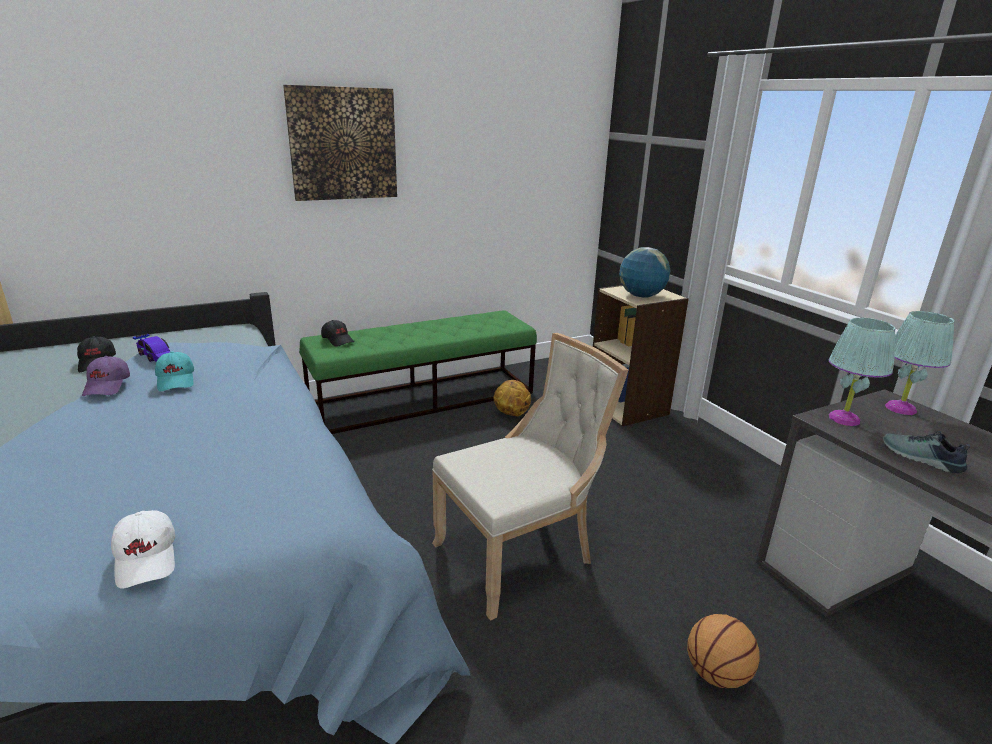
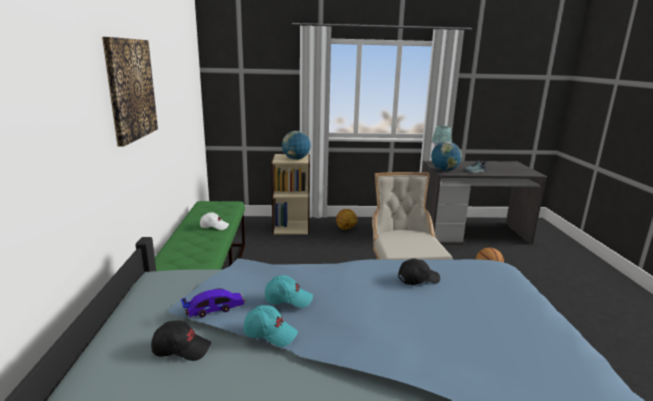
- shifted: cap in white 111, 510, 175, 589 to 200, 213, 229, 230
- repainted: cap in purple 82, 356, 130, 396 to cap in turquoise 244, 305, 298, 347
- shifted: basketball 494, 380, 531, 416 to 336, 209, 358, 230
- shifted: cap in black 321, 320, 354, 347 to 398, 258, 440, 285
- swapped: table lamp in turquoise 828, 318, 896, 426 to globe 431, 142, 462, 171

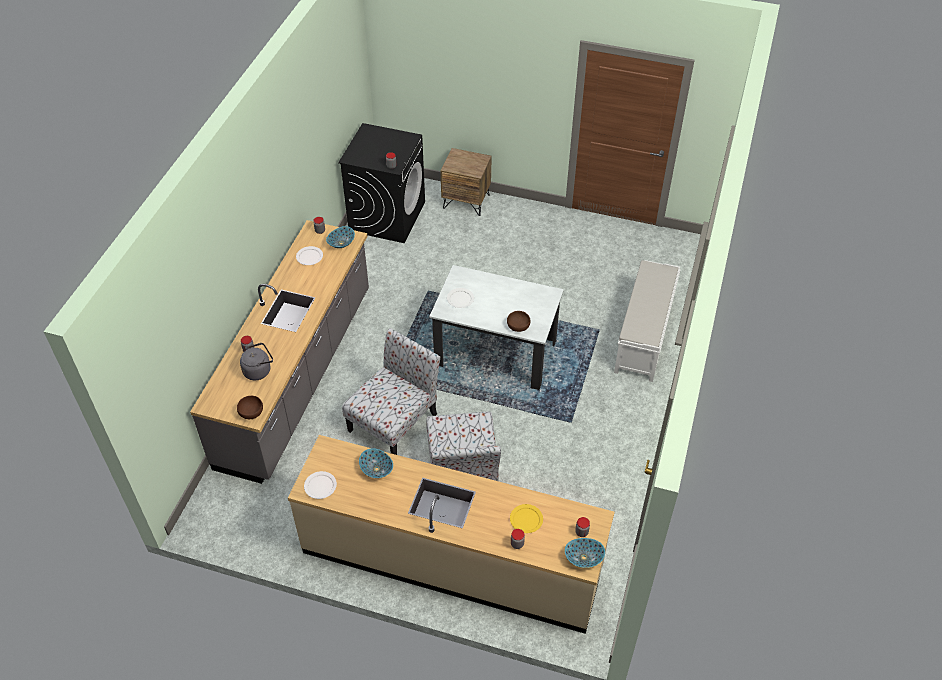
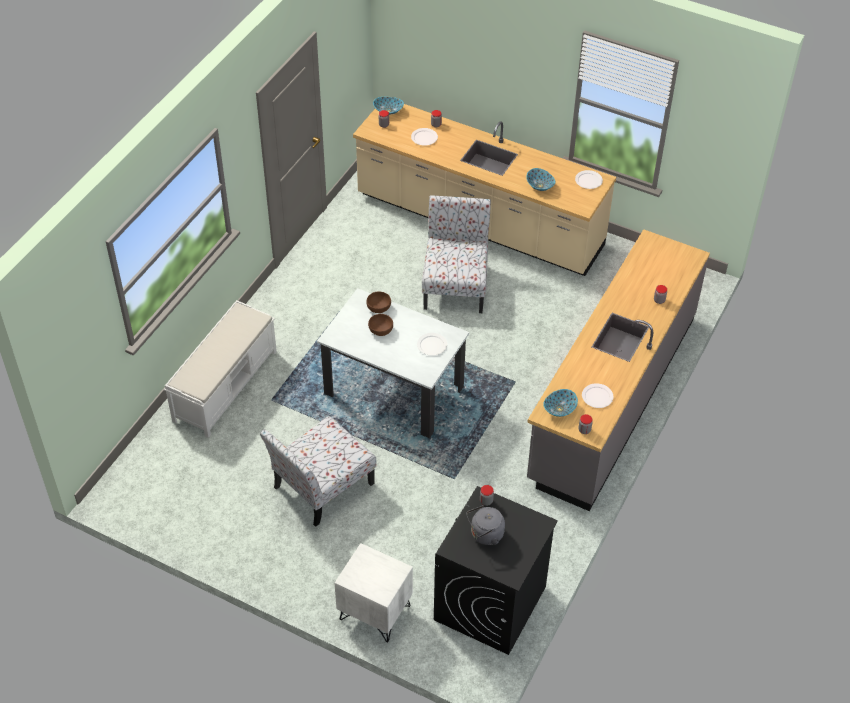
- shifted: chair 342, 328, 440, 455 to 260, 416, 376, 527
- repainted: nightstand in brown 440, 148, 492, 216 to nightstand in white 334, 543, 413, 642
- shifted: bowl in brown 237, 396, 263, 419 to 368, 314, 393, 336
- repainted: plate in yellow 510, 504, 543, 533 to plate in white 411, 128, 438, 146
- shifted: kettle in grey 240, 343, 273, 380 to 466, 505, 505, 545

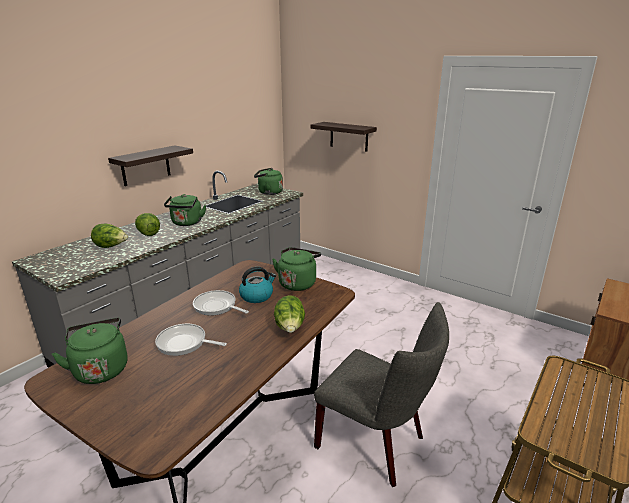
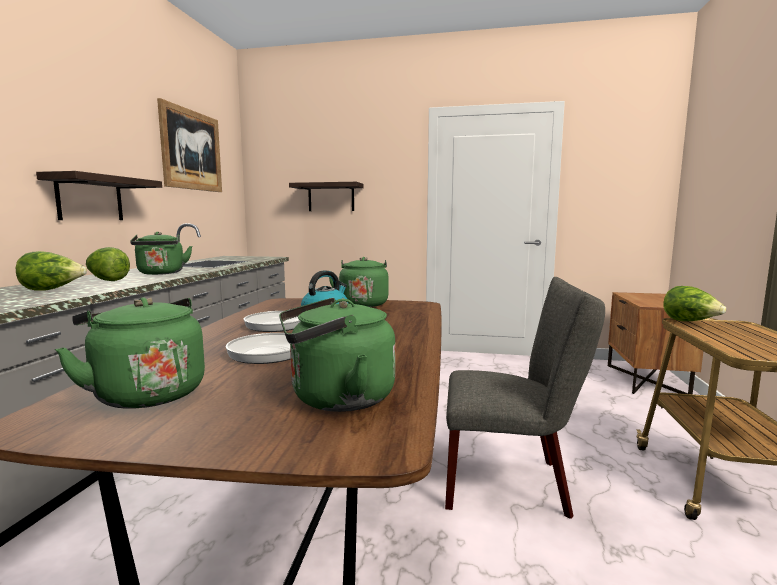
- new: picture 157, 98, 222, 192
- shifted: kettle in green 254, 168, 283, 195 to 279, 298, 395, 412
- shifted: lettuce 274, 295, 305, 333 to 663, 286, 726, 321

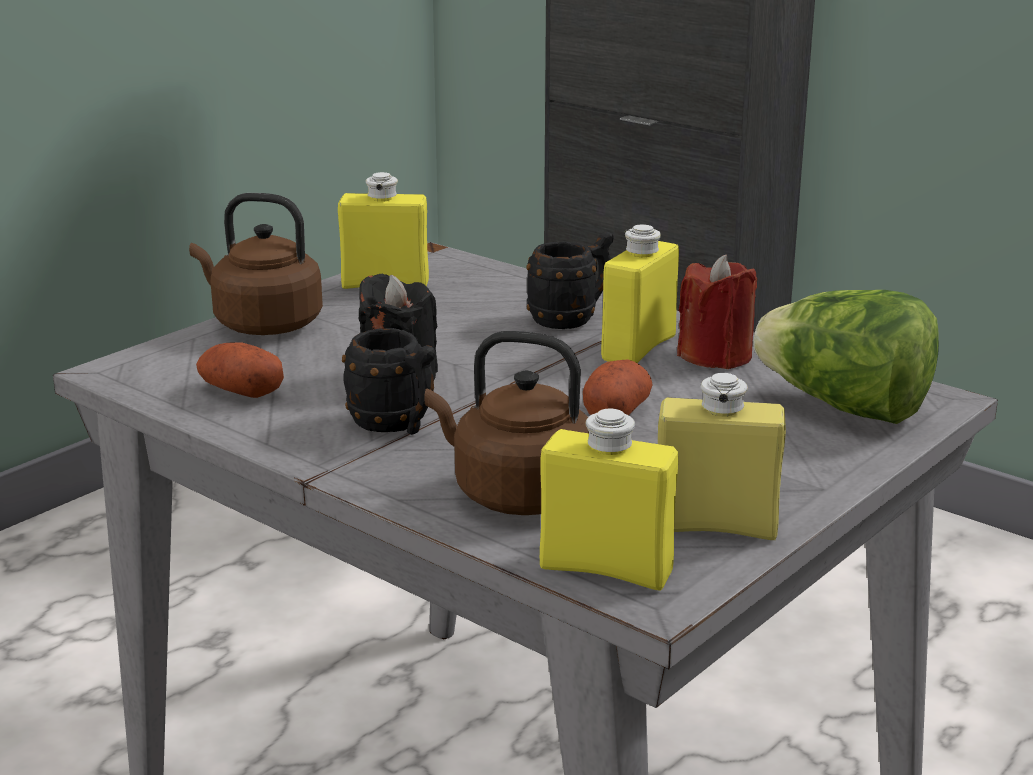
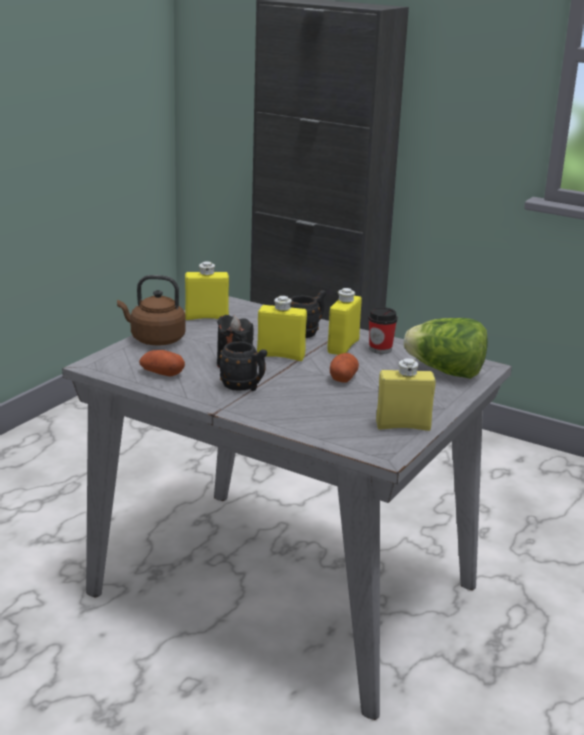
- shifted: bottle in yellow 540, 409, 678, 590 to 257, 296, 307, 361
- swapped: candle in red 677, 255, 757, 369 to cup 368, 307, 398, 354
- gone: kettle in brown 424, 331, 589, 515

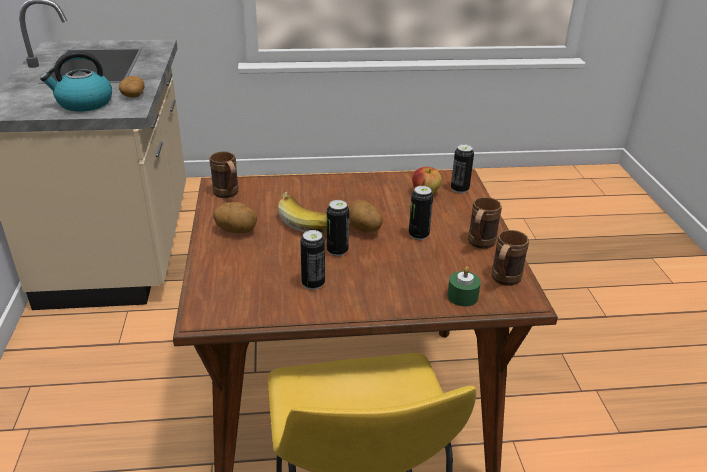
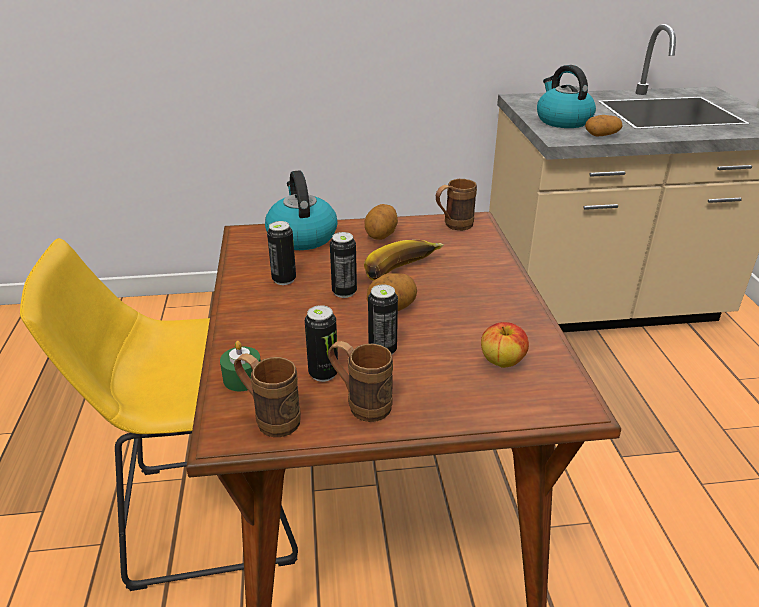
- new: kettle 265, 170, 338, 250
- shifted: can 451, 144, 474, 193 to 305, 305, 338, 382

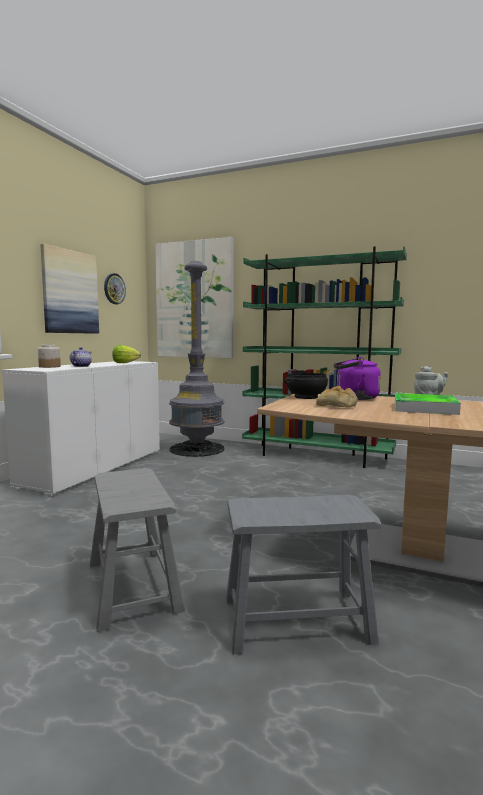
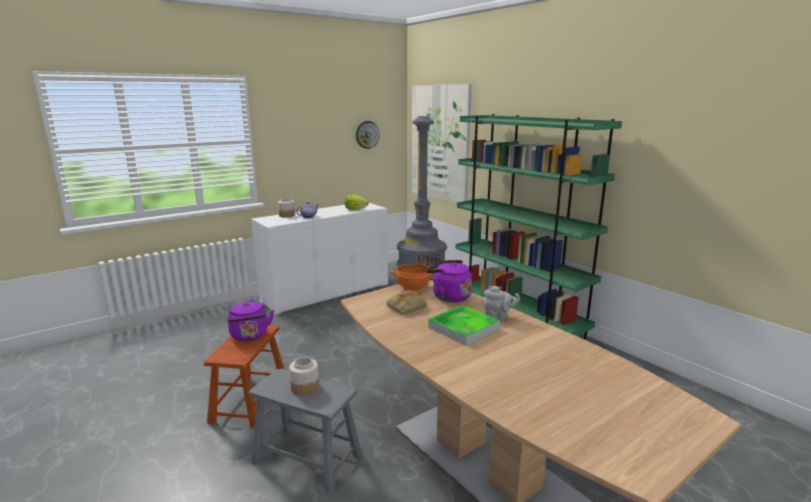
- repainted: stool in grey 90, 468, 185, 632 to stool in brown 204, 325, 284, 428
- new: kettle in purple 228, 301, 274, 341
- new: jar 289, 357, 319, 396
- repainted: bowl in black 285, 373, 328, 399 to bowl in orange 391, 263, 434, 291
- gone: picture 40, 244, 99, 334

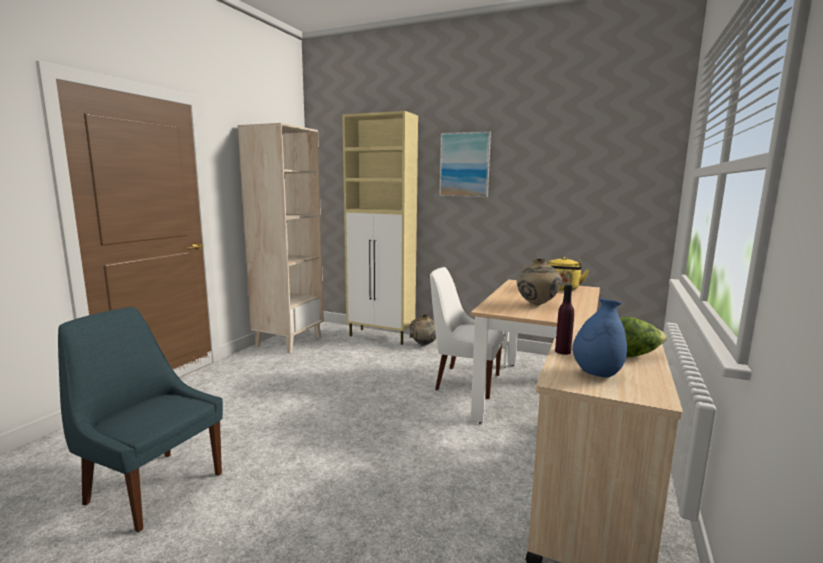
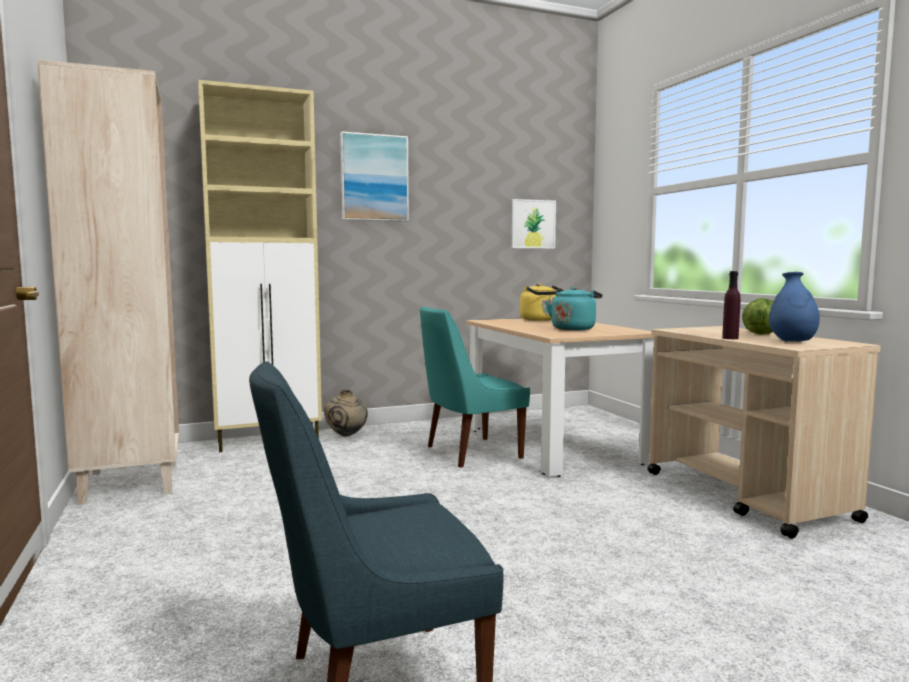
- repainted: chair in white 430, 267, 505, 399 to chair in turquoise 420, 306, 530, 468
- new: picture 512, 199, 556, 249
- swapped: vase in beige 517, 259, 562, 305 to kettle in turquoise 545, 287, 602, 331

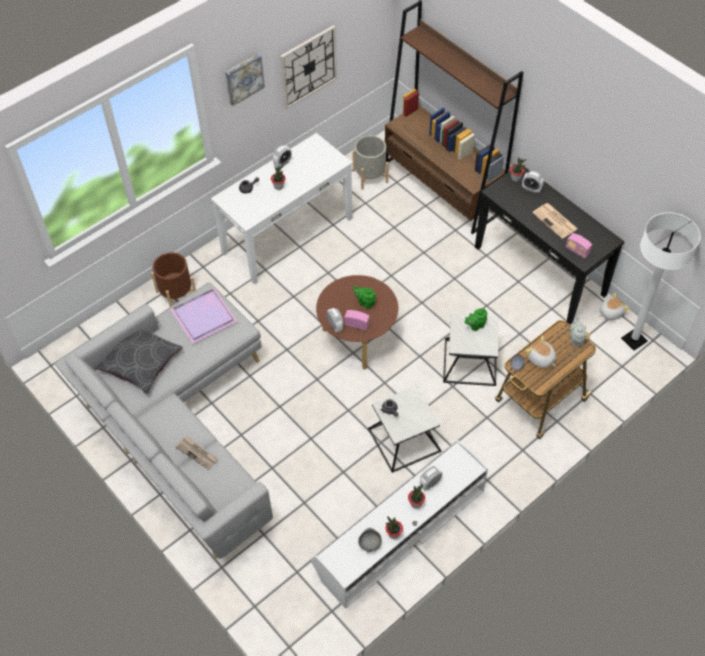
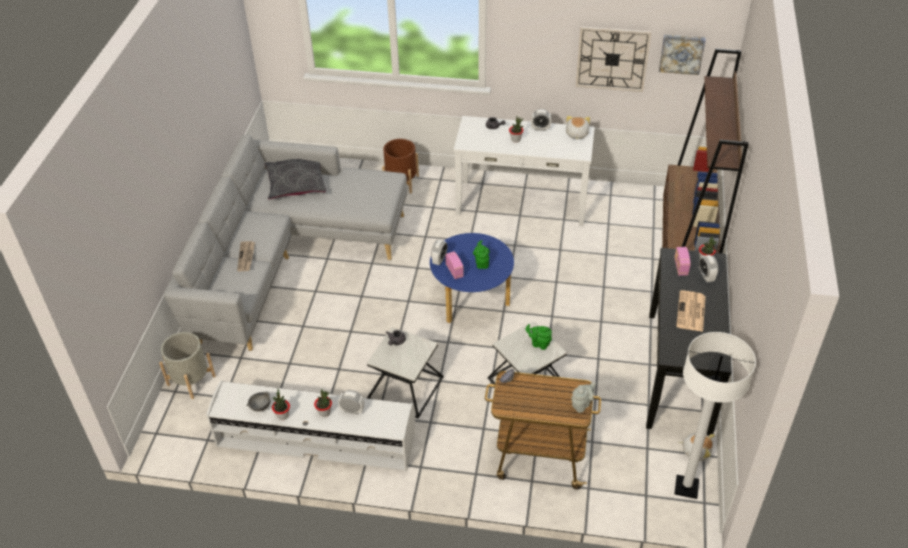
- shifted: planter in grey 352, 135, 389, 190 to 159, 332, 216, 399
- repainted: coffee table in brown 316, 275, 398, 369 to coffee table in blue 430, 233, 514, 323
- shifted: plush toy 525, 336, 556, 368 to 566, 116, 590, 139
- shifted: picture 225, 53, 265, 106 to 659, 34, 706, 75
- shifted: radio 566, 233, 592, 258 to 674, 247, 691, 275
- gone: tray in purple 170, 288, 238, 344

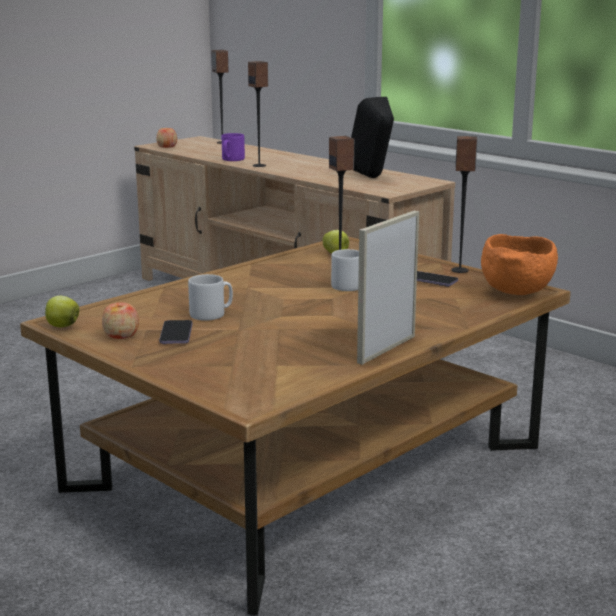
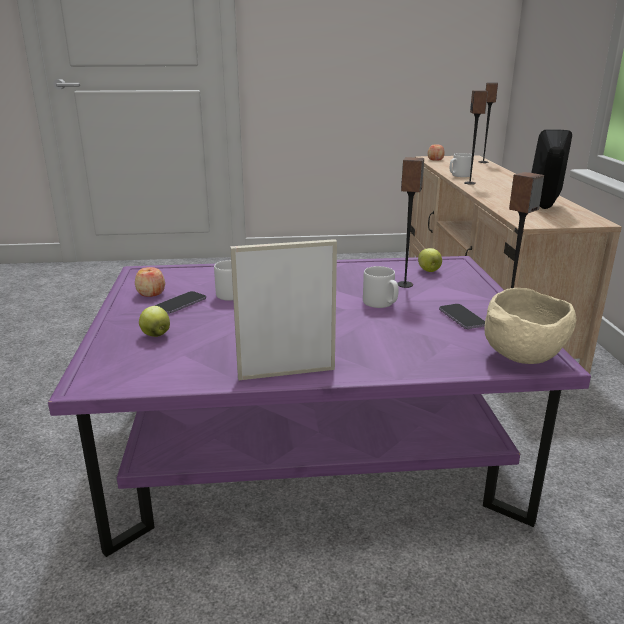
- repainted: coffee table in brown 20, 236, 571, 615 to coffee table in purple 48, 256, 591, 557
- shifted: apple 45, 296, 79, 327 to 139, 306, 170, 337
- repainted: mug in purple 222, 133, 245, 161 to mug in grey 450, 153, 472, 177
- repainted: bowl in orange 481, 234, 558, 295 to bowl in beige 484, 288, 577, 364

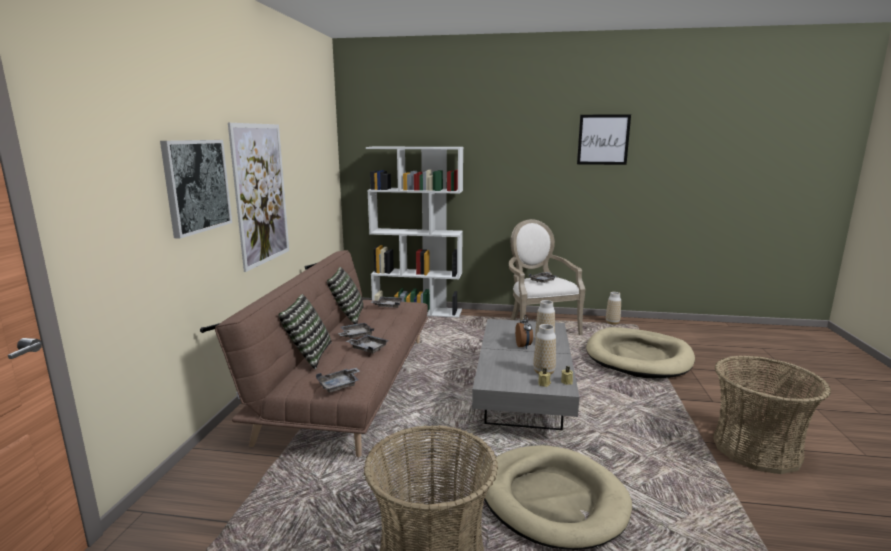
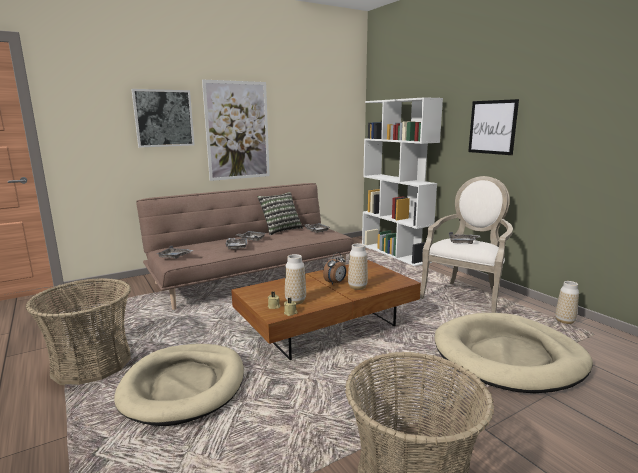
- repainted: coffee table in grey 472, 319, 579, 430 to coffee table in brown 231, 260, 421, 360
- shifted: picture 577, 114, 631, 165 to 468, 99, 519, 155
- gone: pillow 279, 294, 332, 369

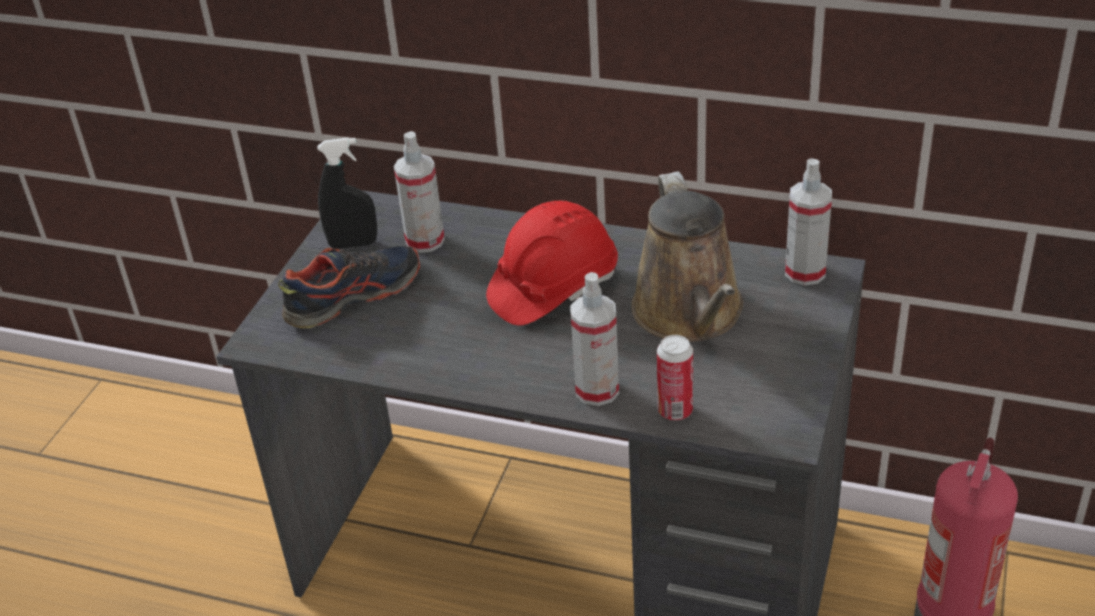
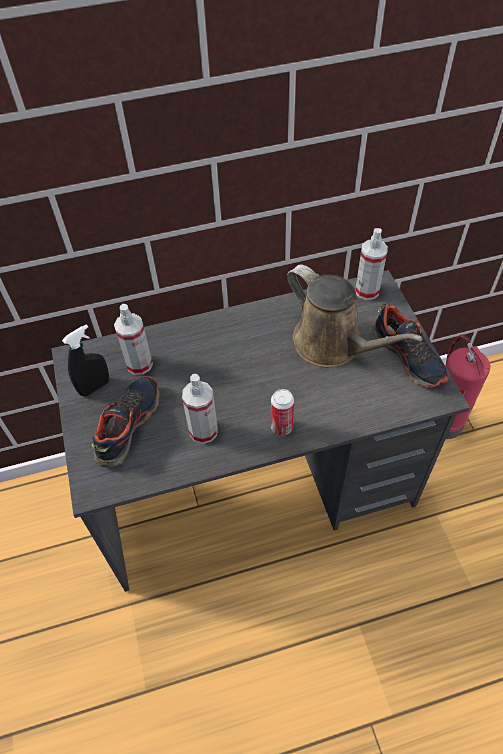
- shifted: spray bottle 570, 272, 619, 406 to 182, 374, 218, 444
- shifted: can 657, 335, 693, 420 to 271, 389, 294, 436
- new: shoe 372, 304, 449, 388
- gone: hard hat in red 486, 200, 618, 326

